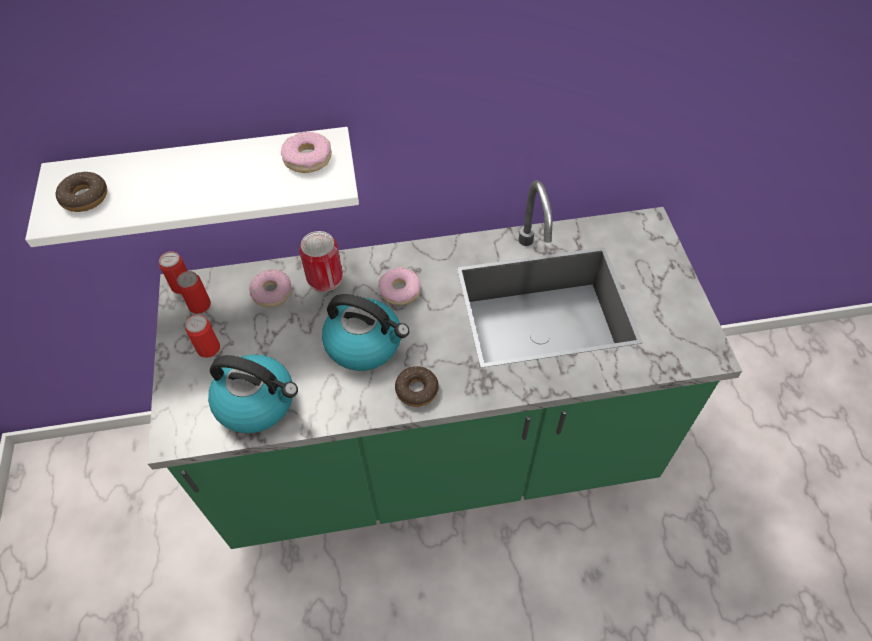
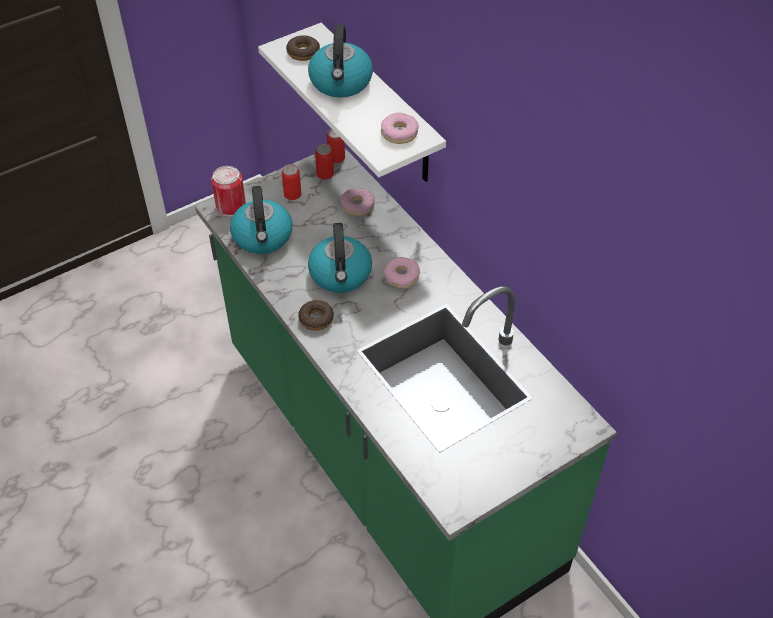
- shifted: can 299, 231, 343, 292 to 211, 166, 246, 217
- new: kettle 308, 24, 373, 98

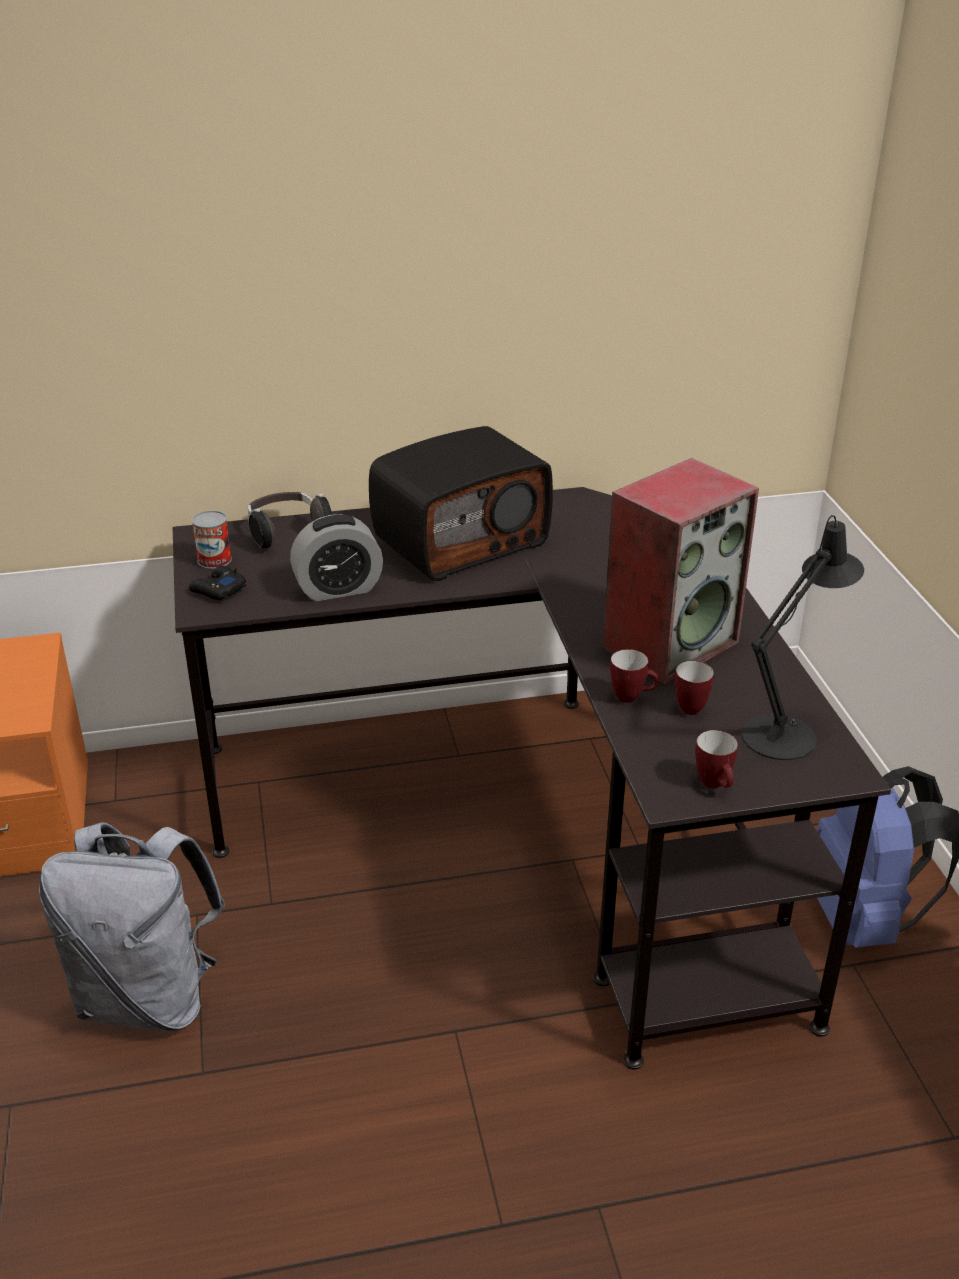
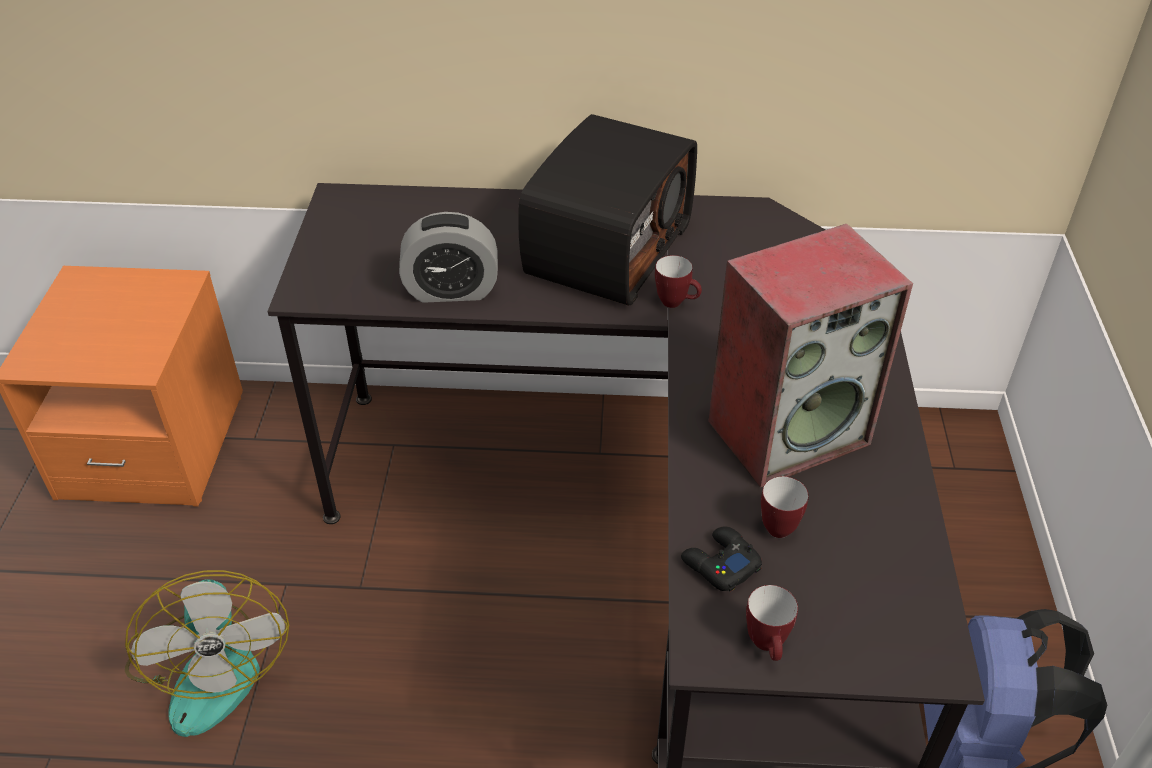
- swapped: backpack in grey 39, 822, 225, 1031 to fan 125, 570, 289, 737
- rotated: radio 369, 426, 553, 581 = 518, 114, 697, 306 45 degrees counterclockwise
- shifted: mug 610, 649, 659, 703 to 655, 255, 702, 308
- shifted: game controller in black 189, 566, 246, 600 to 681, 526, 762, 592
- gone: can 192, 510, 232, 569
- gone: headphones 248, 492, 332, 548
- gone: table lamp in black 742, 515, 864, 760

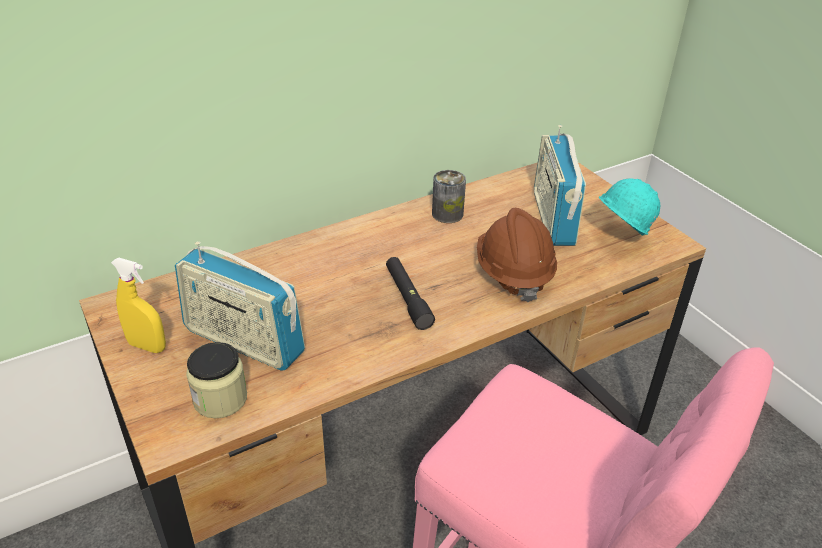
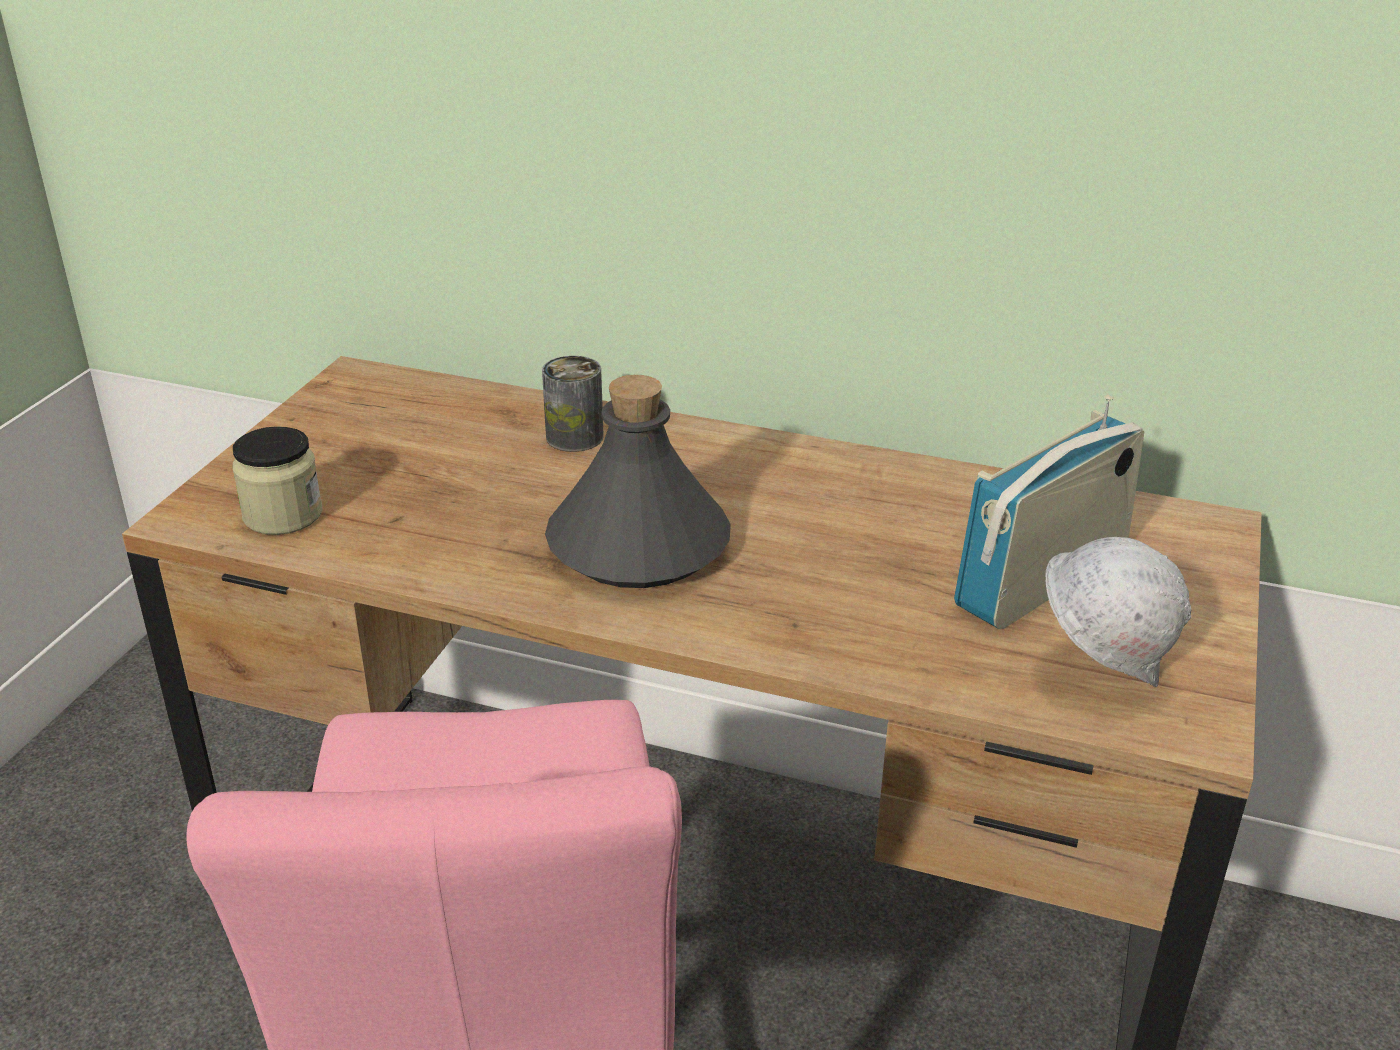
- shifted: can 432, 170, 466, 223 to 542, 356, 604, 452
- swapped: flashlight in black 386, 257, 435, 330 to bottle in grey 545, 375, 731, 588
- repainted: hard hat in turquoise 599, 179, 660, 235 to hard hat in white 1045, 537, 1191, 687
- gone: spray bottle in yellow 111, 258, 166, 353
- gone: radio 175, 241, 305, 371
- gone: hard hat in brown 477, 208, 557, 302

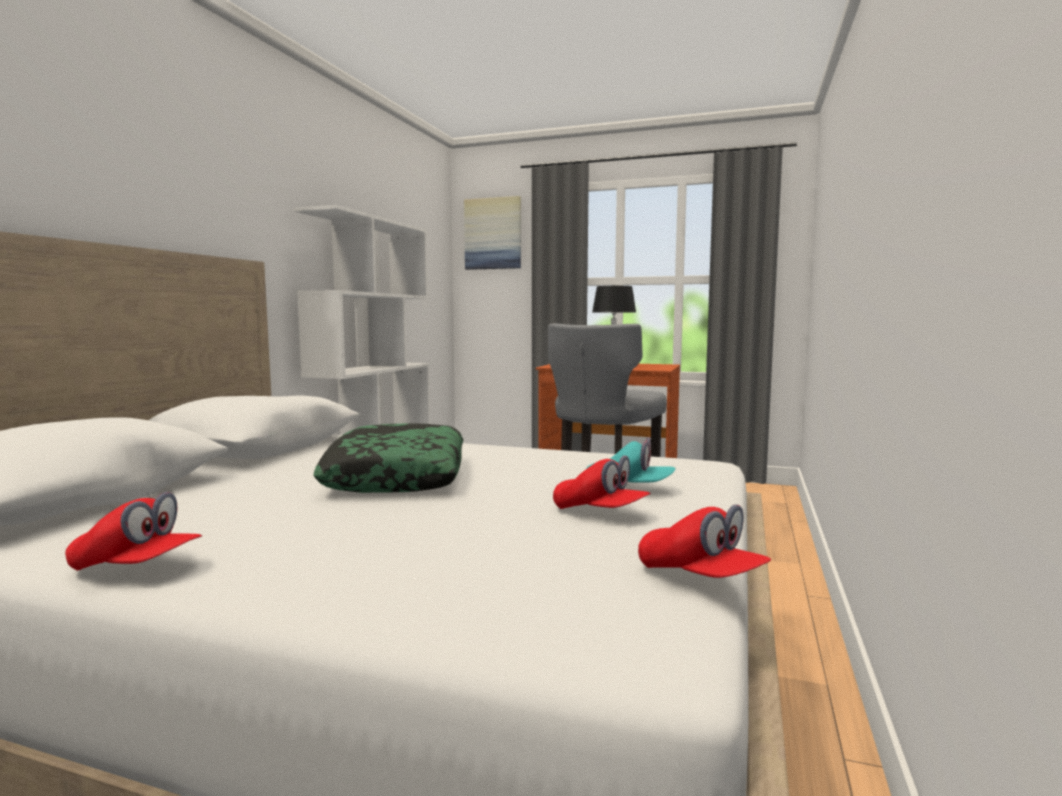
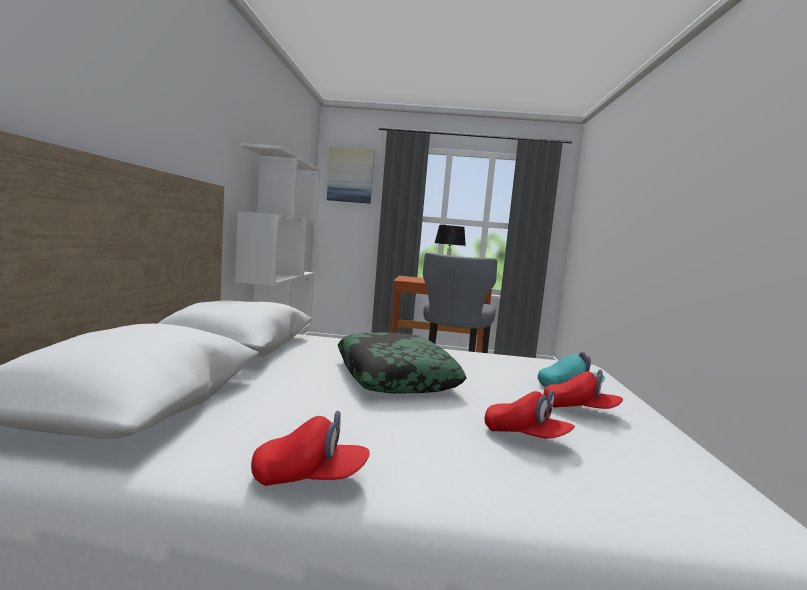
- shifted: cap in red 638, 504, 771, 578 to 484, 390, 575, 439

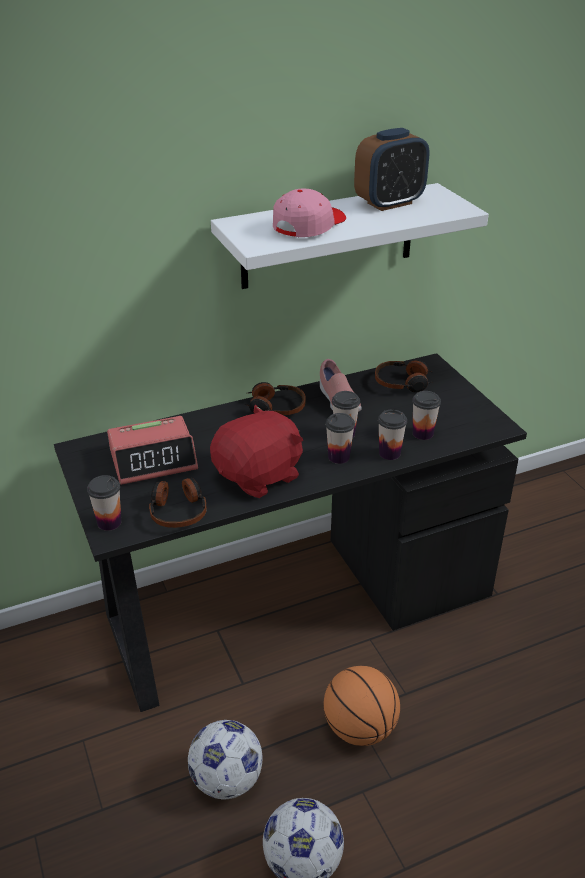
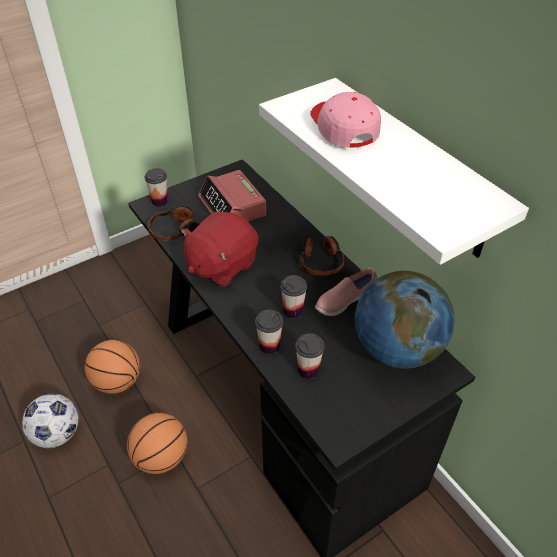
- swapped: football 188, 720, 263, 799 to basketball 85, 340, 140, 394
- rotated: plush toy in red 210, 405, 303, 498 = 181, 211, 259, 287 90 degrees clockwise
- rotated: cap in pink 273, 189, 346, 237 = 310, 92, 381, 148 135 degrees counterclockwise
- swapped: headphones 375, 360, 433, 392 to globe 355, 271, 455, 369
- gone: cup 326, 413, 355, 464
- gone: alarm clock 354, 128, 429, 211

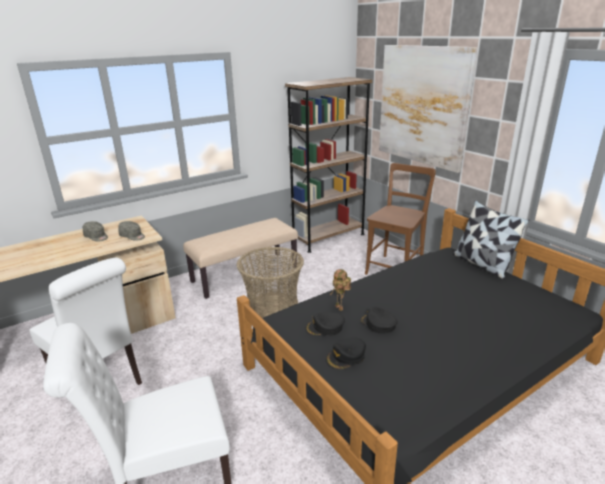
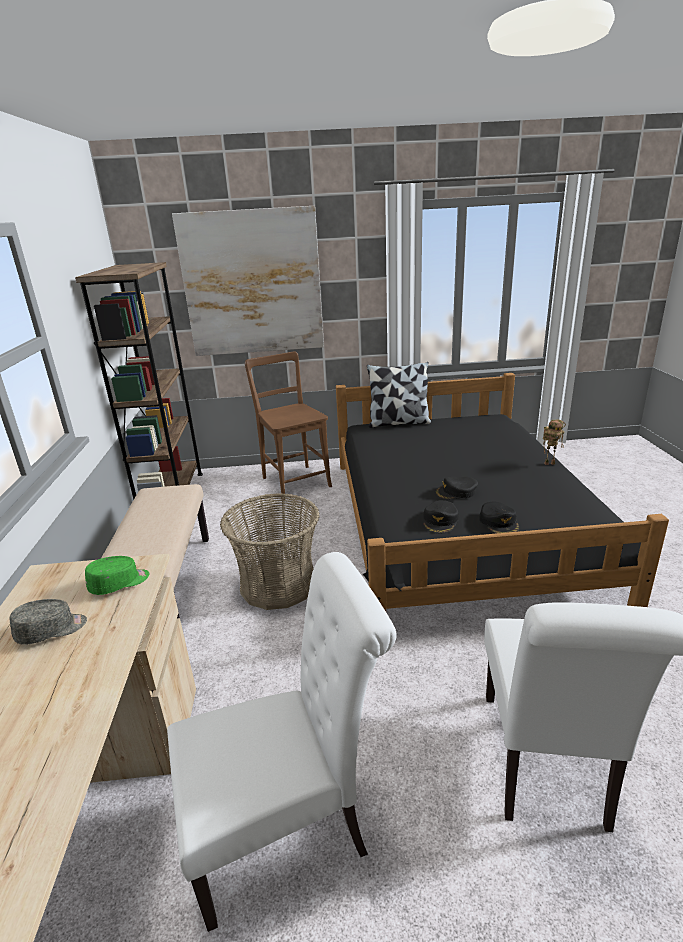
- repainted: cap in grey 118, 221, 145, 241 to cap in green 85, 556, 149, 595
- shifted: toy robot 330, 269, 351, 311 to 543, 420, 566, 465

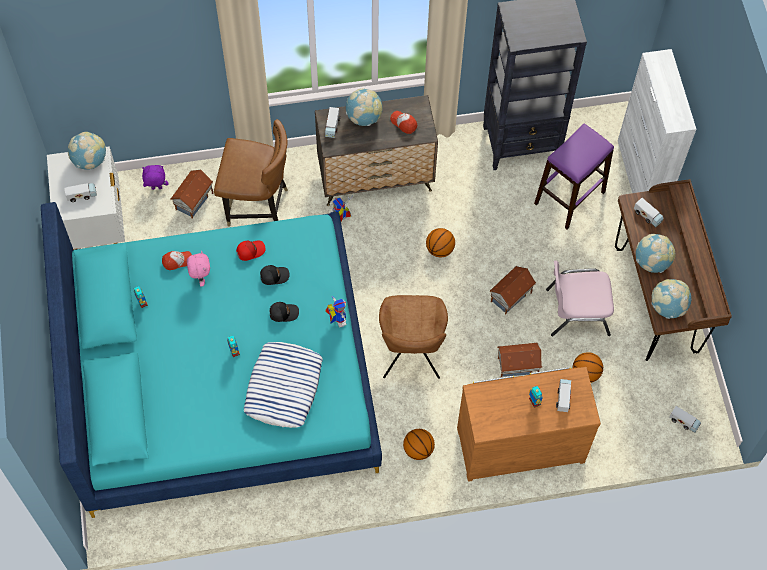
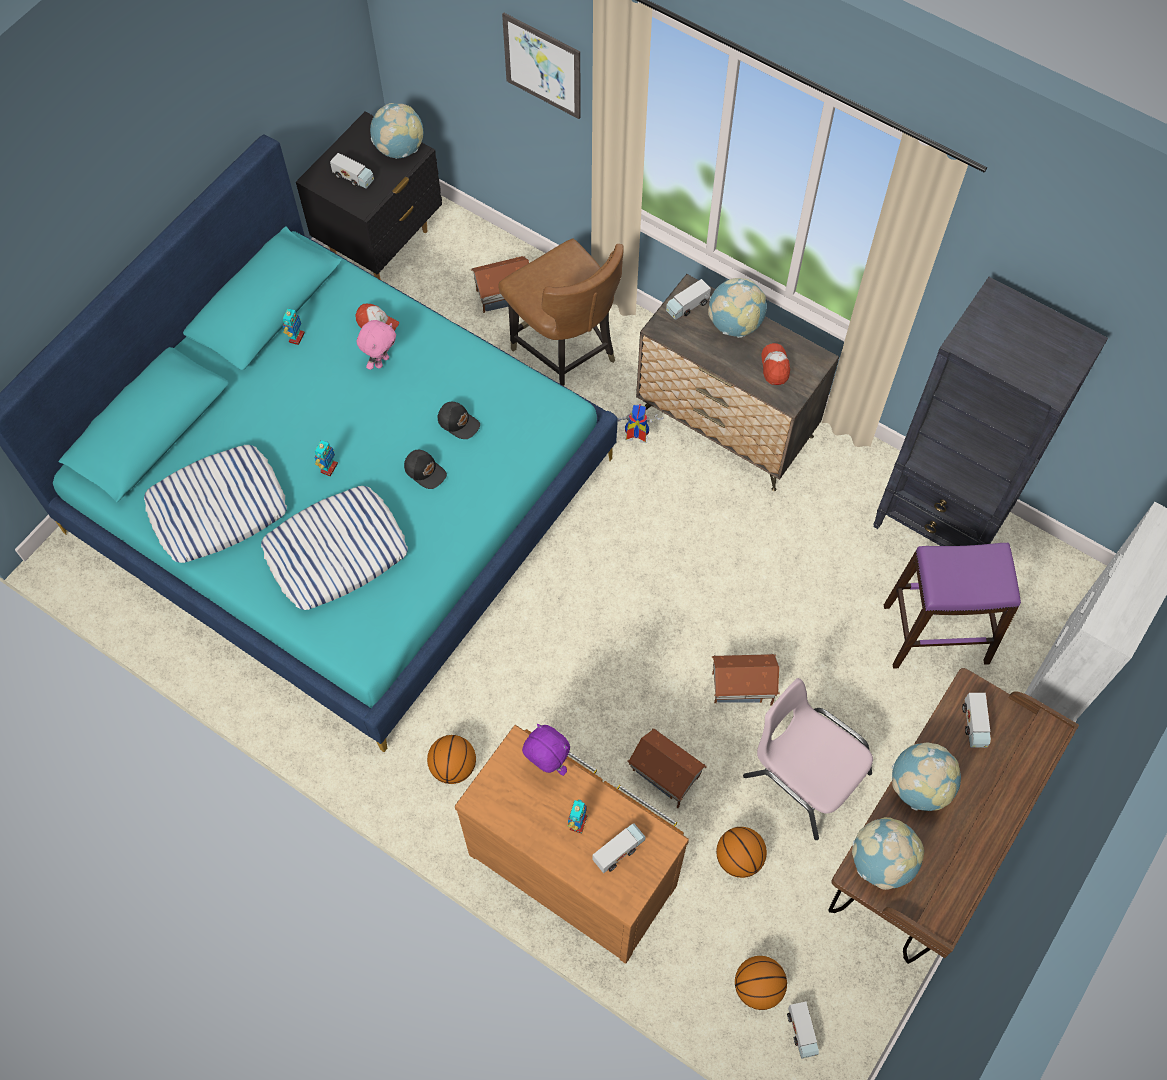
- new: pillow 144, 445, 287, 563
- repainted: nightstand in white 47, 146, 125, 250 to nightstand in black 296, 111, 442, 280
- new: picture 502, 13, 580, 119
- shifted: plush toy in purple 142, 165, 169, 190 to 522, 724, 570, 776
- shifted: basketball 426, 228, 455, 257 to 735, 956, 787, 1010
- gone: cap in red 236, 241, 266, 261
- gone: toy robot 325, 296, 347, 328
- gone: chair in brown 379, 295, 448, 379

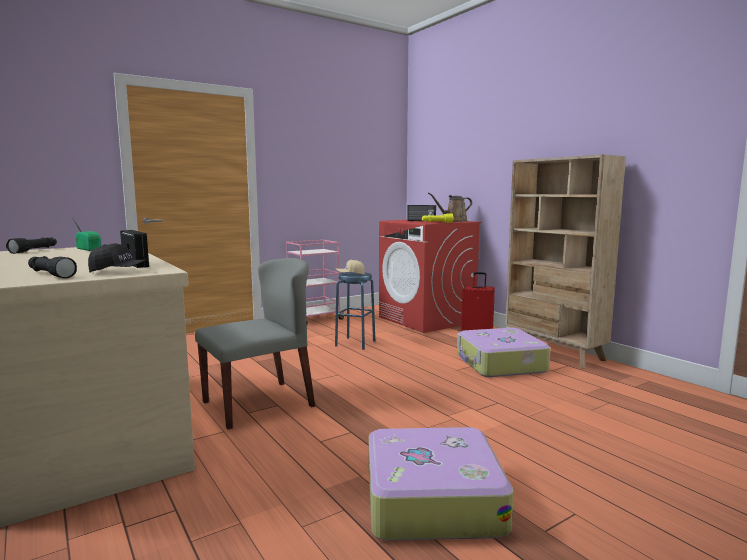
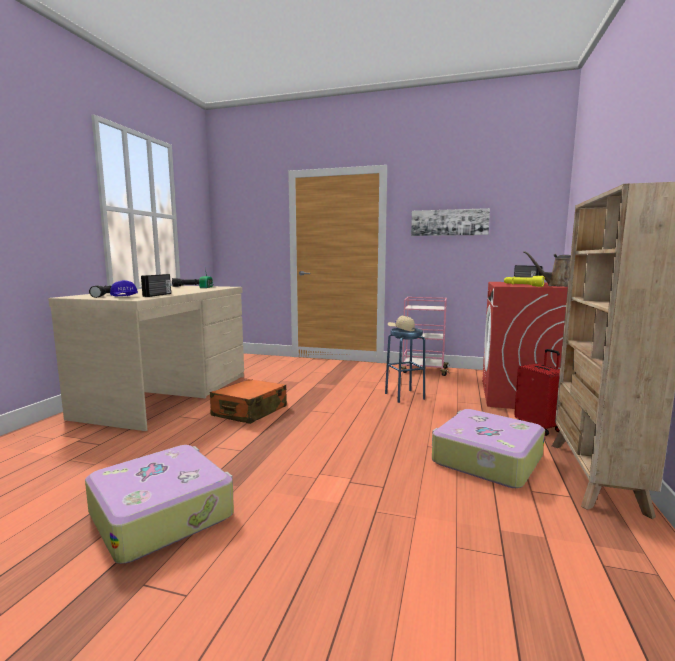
- repainted: cap in black 88, 243, 148, 272 to cap in blue 110, 280, 138, 297
- swapped: chair in grey 195, 258, 315, 429 to suitcase in orange 210, 379, 287, 424
- new: picture 411, 208, 490, 236

